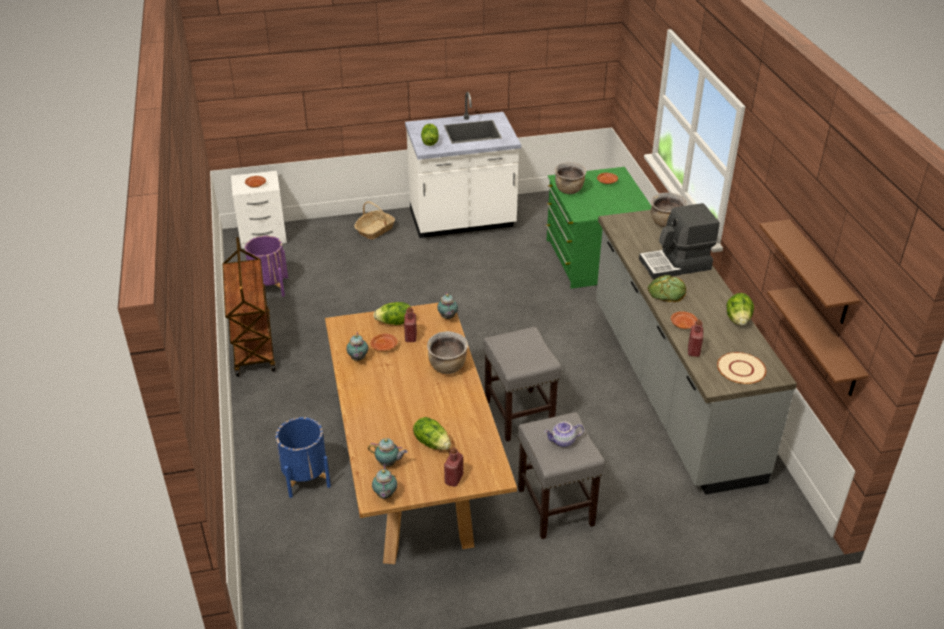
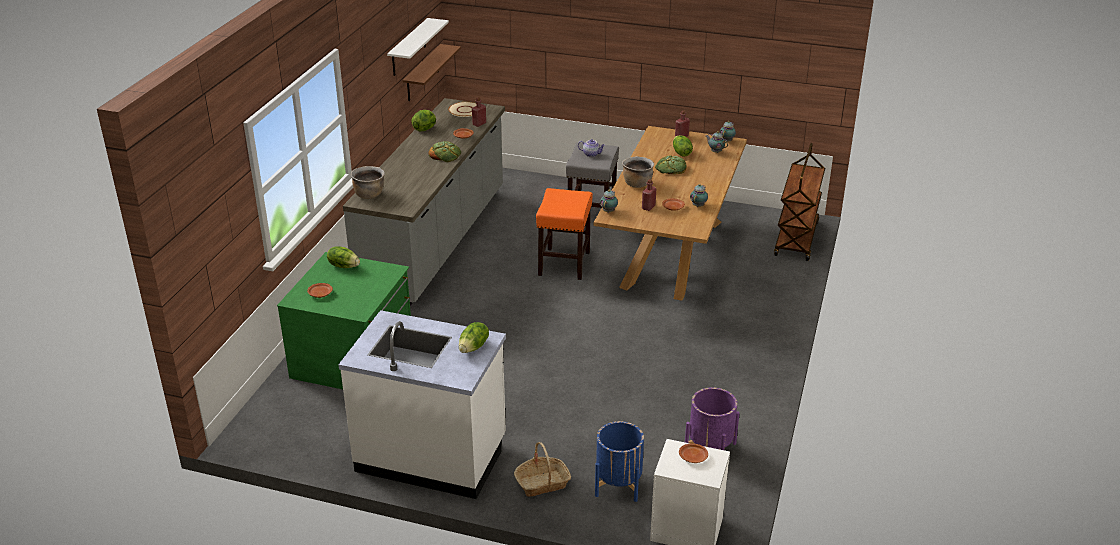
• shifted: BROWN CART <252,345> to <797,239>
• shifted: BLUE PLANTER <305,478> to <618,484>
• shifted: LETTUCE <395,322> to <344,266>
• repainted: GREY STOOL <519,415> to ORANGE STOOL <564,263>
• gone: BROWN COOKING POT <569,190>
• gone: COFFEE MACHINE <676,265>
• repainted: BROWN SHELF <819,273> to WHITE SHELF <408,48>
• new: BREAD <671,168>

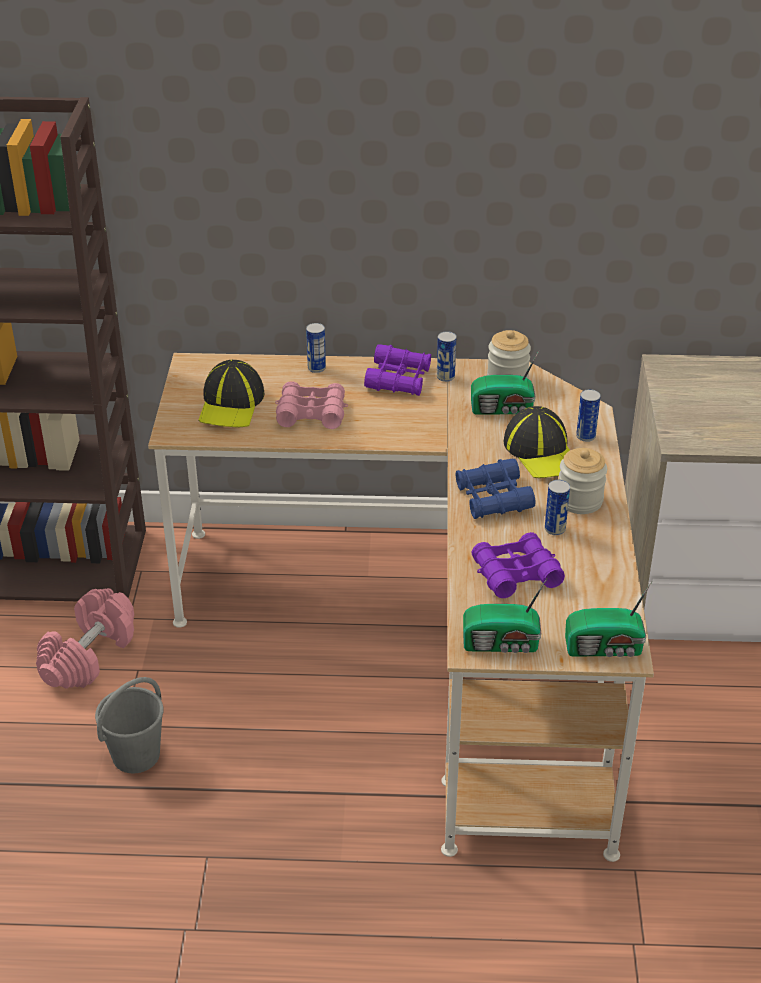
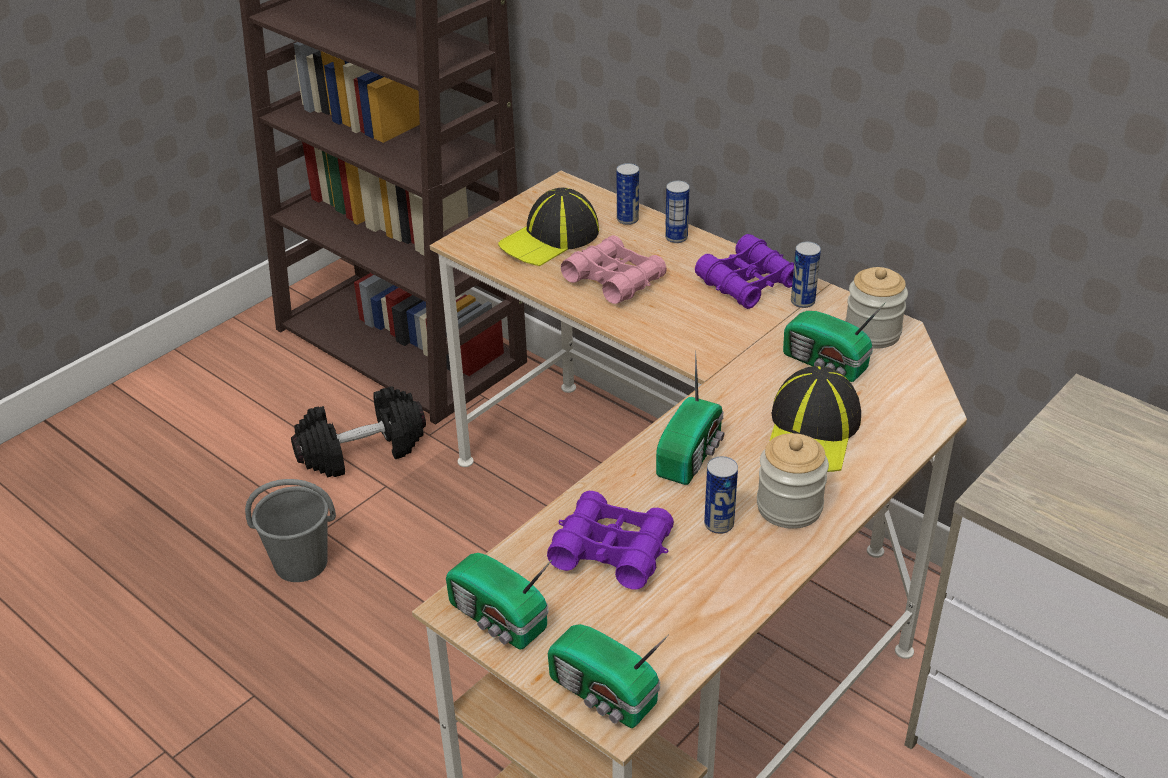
• repainted: PINK DUMBBELL <89,656> to BLACK DUMBBELL <362,451>
• swapped: BLUE BINOCULARS <493,498> to RADIO <692,454>
• shifted: CAN <585,436> to <627,219>

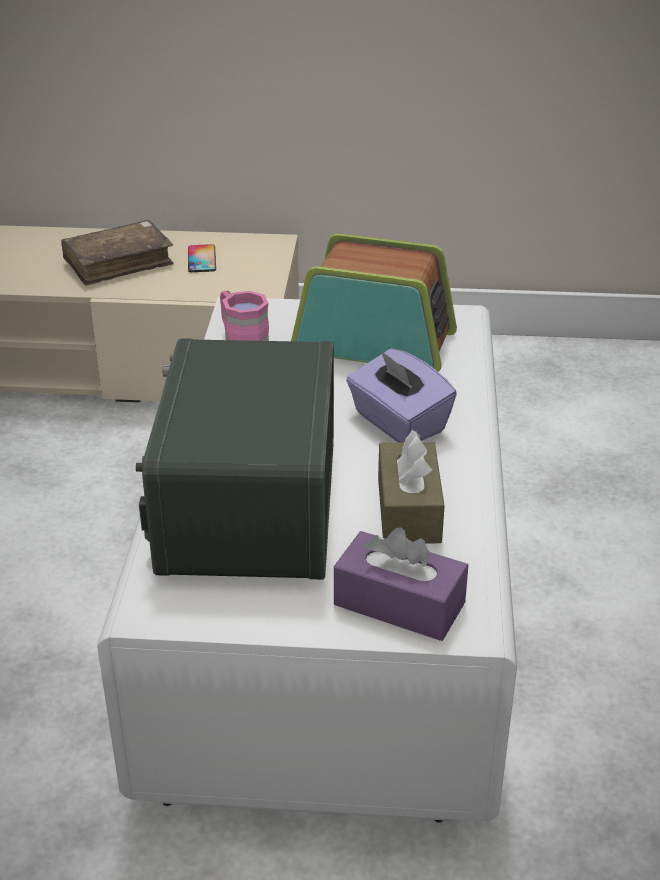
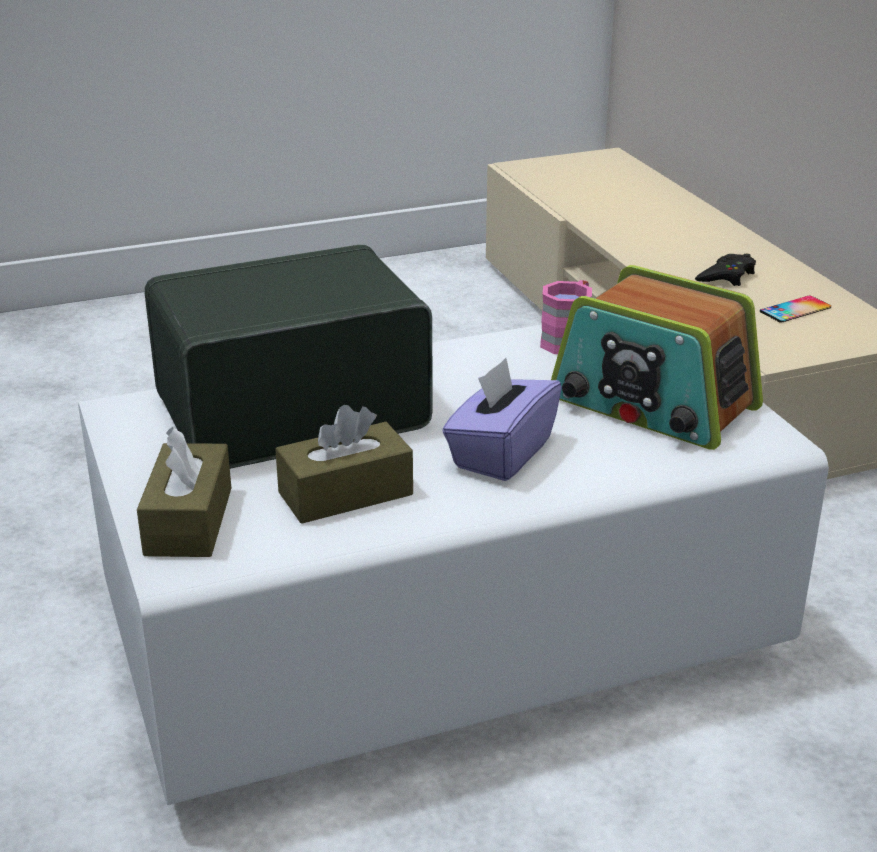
• swapped: BROWN BOOK <118,263> to BLACK GAME CONTROLLER <726,276>
• rotated: RADIO <374,341> = <653,404> 135 degrees clockwise
• repainted: PURPLE TISSUE BOX <399,604> to BROWN TISSUE BOX <189,521>

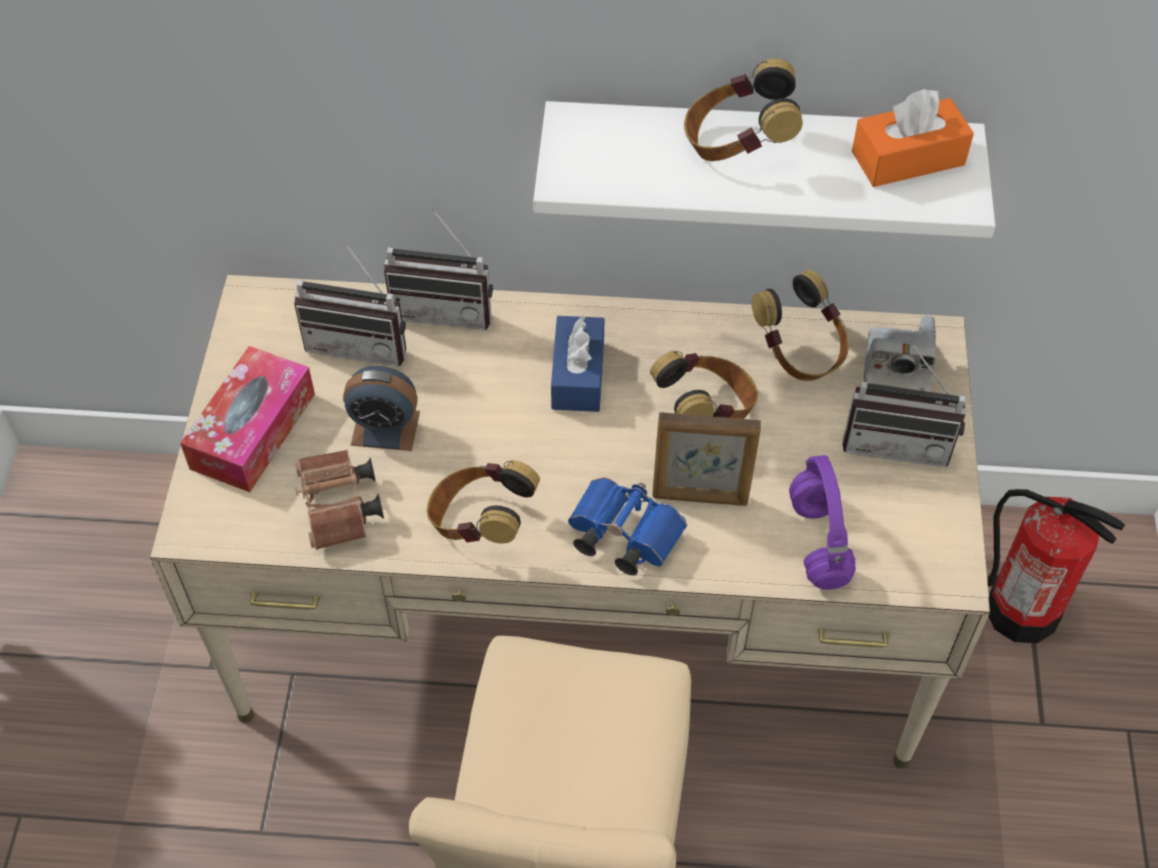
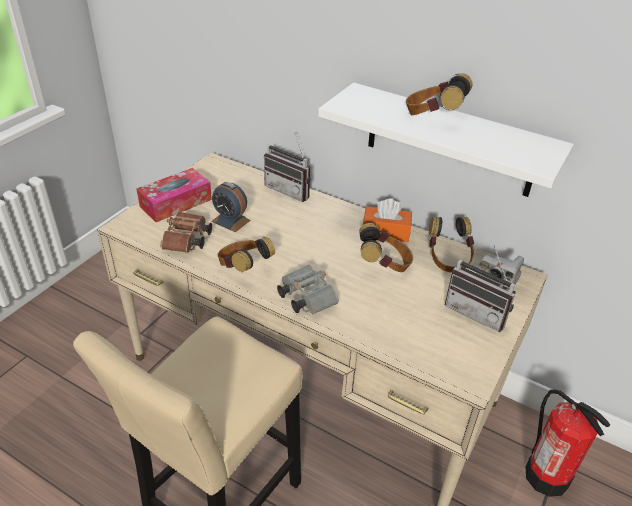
• gone: RADIO <361,342>
• gone: BLUE TISSUE BOX <578,375>
• repainted: BLUE BINOCULARS <621,535> to GREY BINOCULARS <305,297>
• gone: PICTURE FRAME <700,497>
• gone: PURPLE HEADPHONES <820,544>
• shifted: ORANGE TISSUE BOX <908,158> to <386,232>

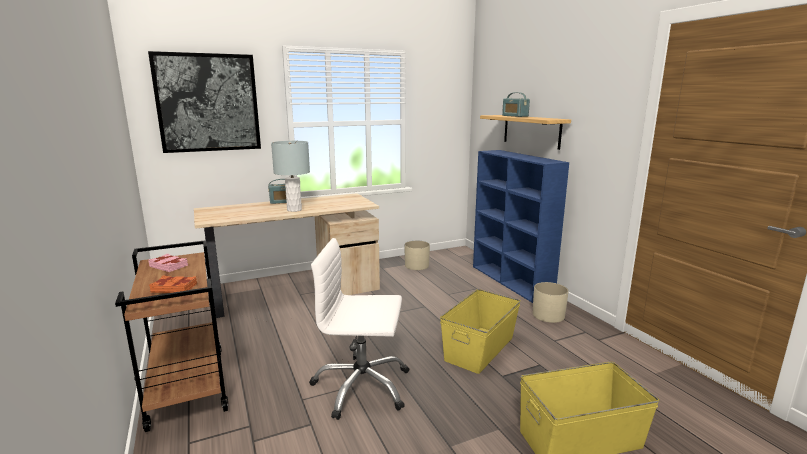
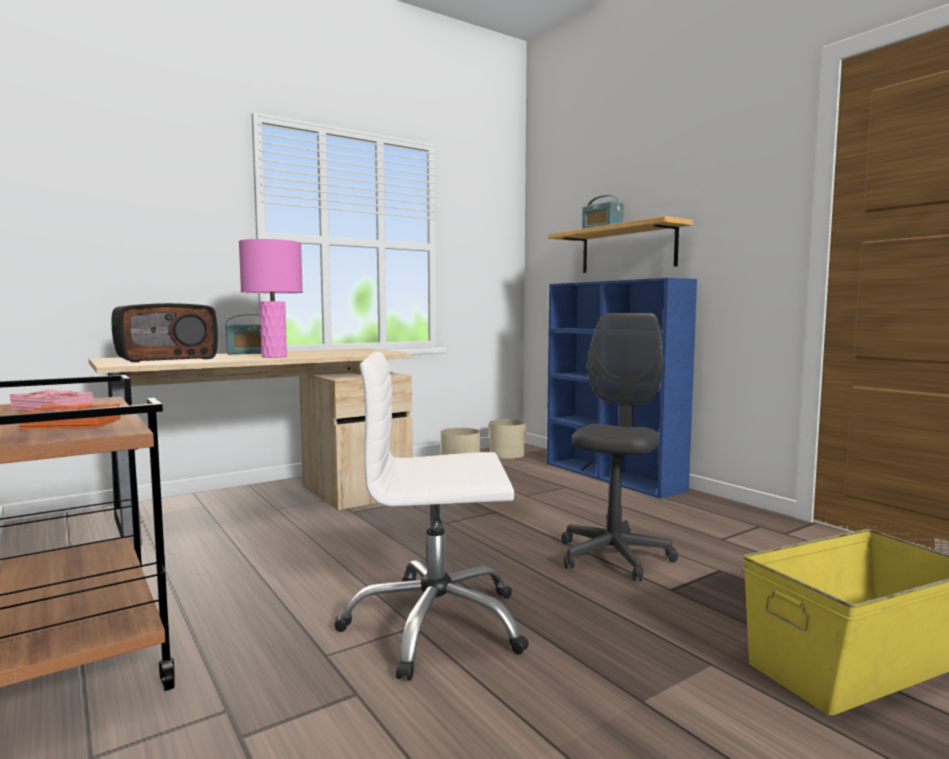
• gone: PICTURE <208,103>
• repainted: GREY TABLE LAMP <294,210> to PINK TABLE LAMP <274,356>
• swapped: YELLOW STORAGE BOX <480,348> to GREY OFFICE CHAIR <613,557>
• shifted: BEIGE PLANTER <548,315> to <507,454>
• new: RADIO <167,358>

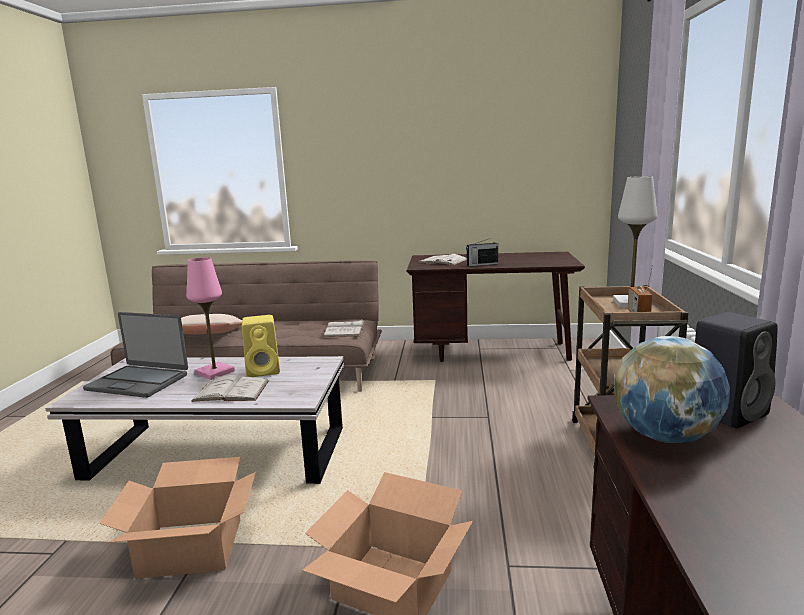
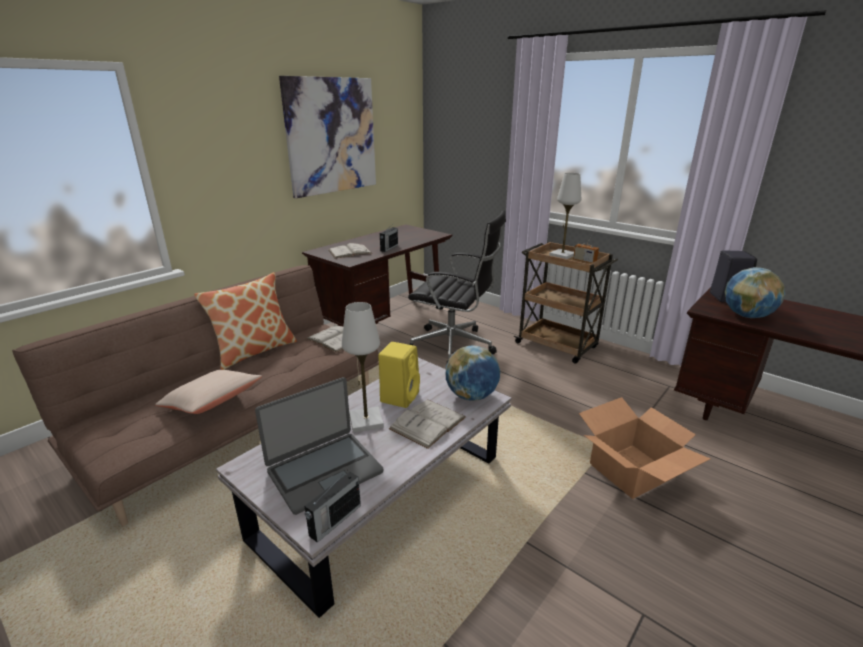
• gone: CARDBOARD BOX <191,547>
• repainted: PINK TABLE LAMP <214,372> to WHITE TABLE LAMP <366,421>
• new: PILLOW <254,351>
• new: PICTURE <331,136>
• new: RADIO <334,521>
• new: BLACK OFFICE CHAIR <454,346>
• new: GLOBE <471,396>

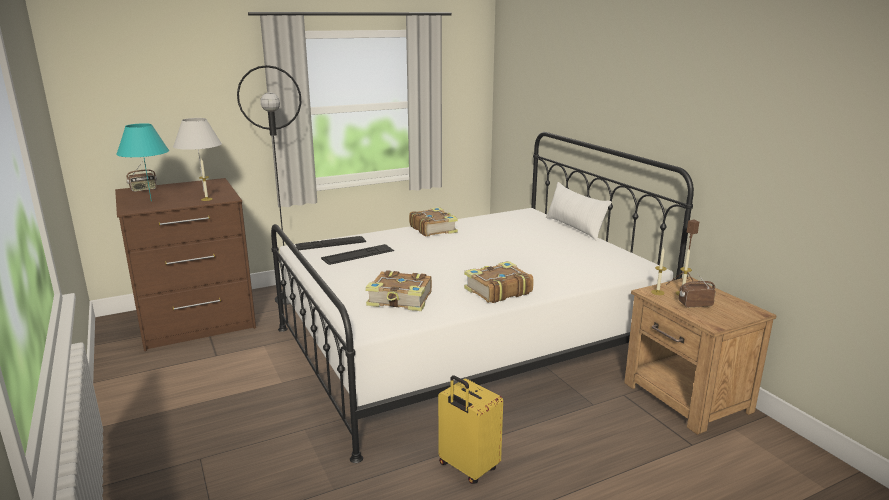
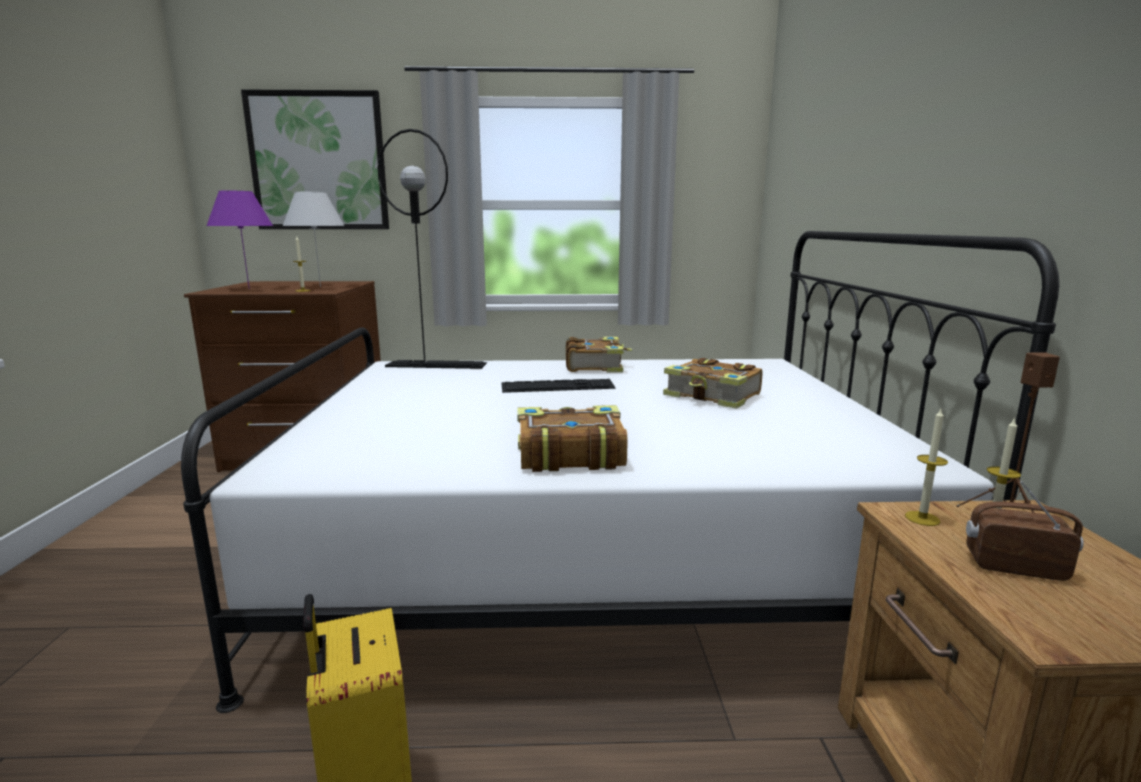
• repainted: TURQUOISE TABLE LAMP <151,201> to PURPLE TABLE LAMP <248,288>
• gone: RADIO <143,190>
• shifted: KEYBOARD <358,254> to <557,386>
• shifted: BOOK <400,300> to <713,396>
• gone: WHITE PILLOW <574,228>
• new: PICTURE <318,162>

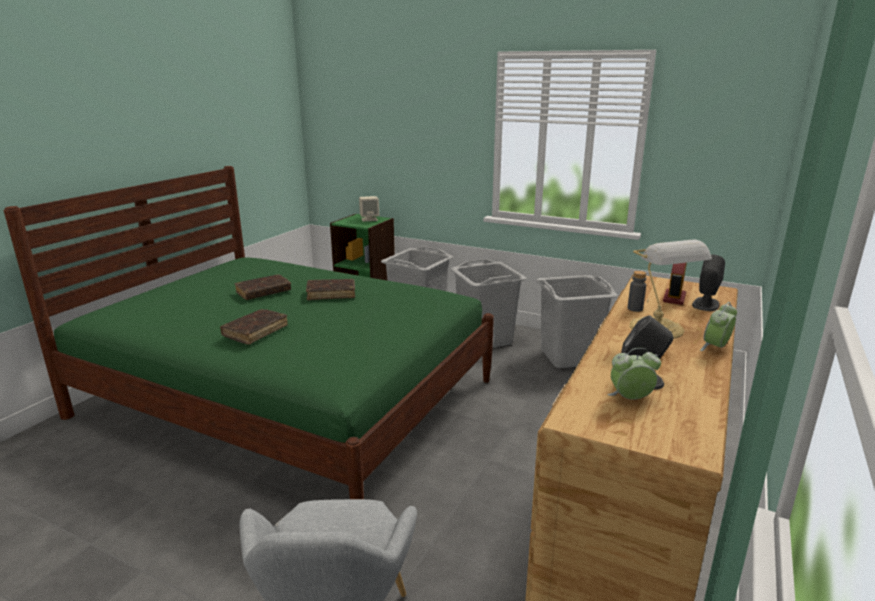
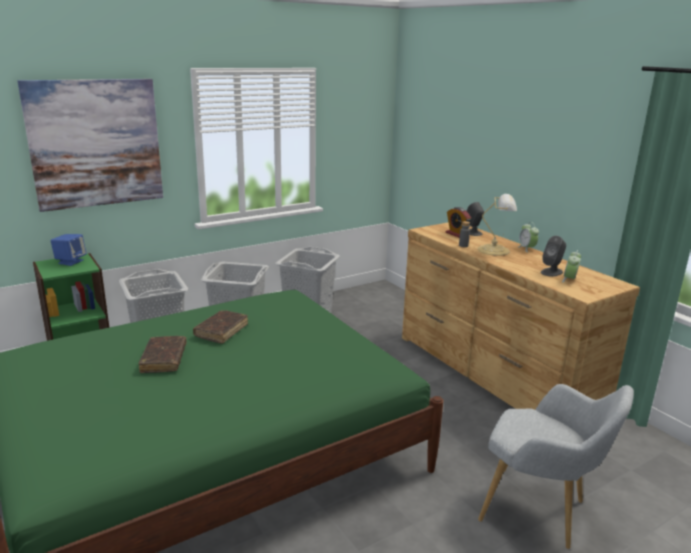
• gone: BROWN BOOK <255,332>
• repainted: BEIGE SPEAKER <369,219> to BLUE SPEAKER <70,261>
• new: PICTURE <96,143>

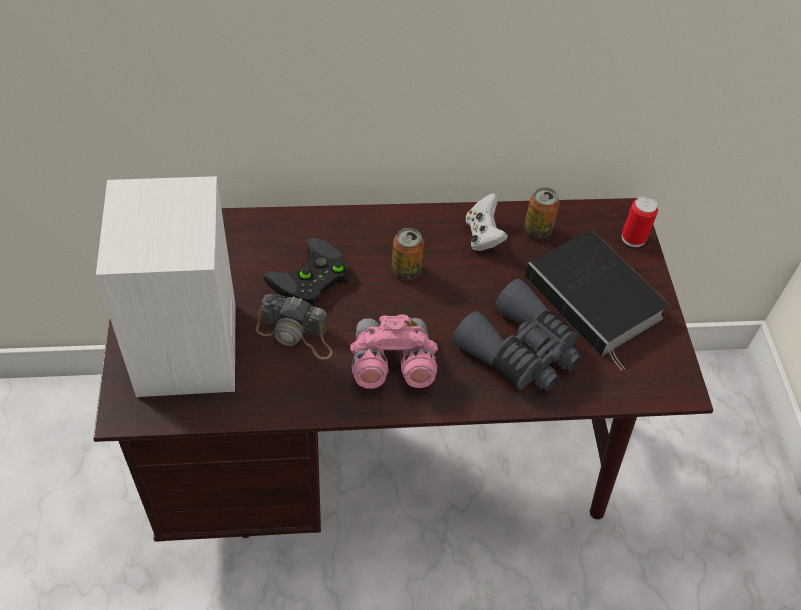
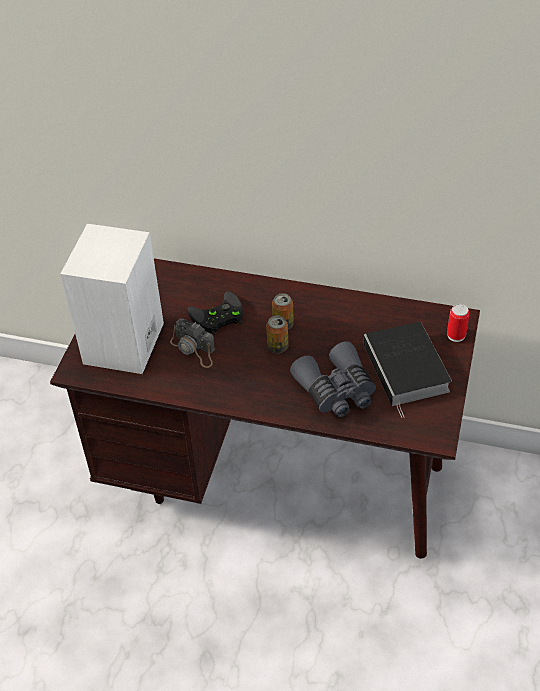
• gone: PINK BINOCULARS <391,365>
• gone: WHITE GAME CONTROLLER <483,235>
• shifted: CAN <537,230> to <277,347>

